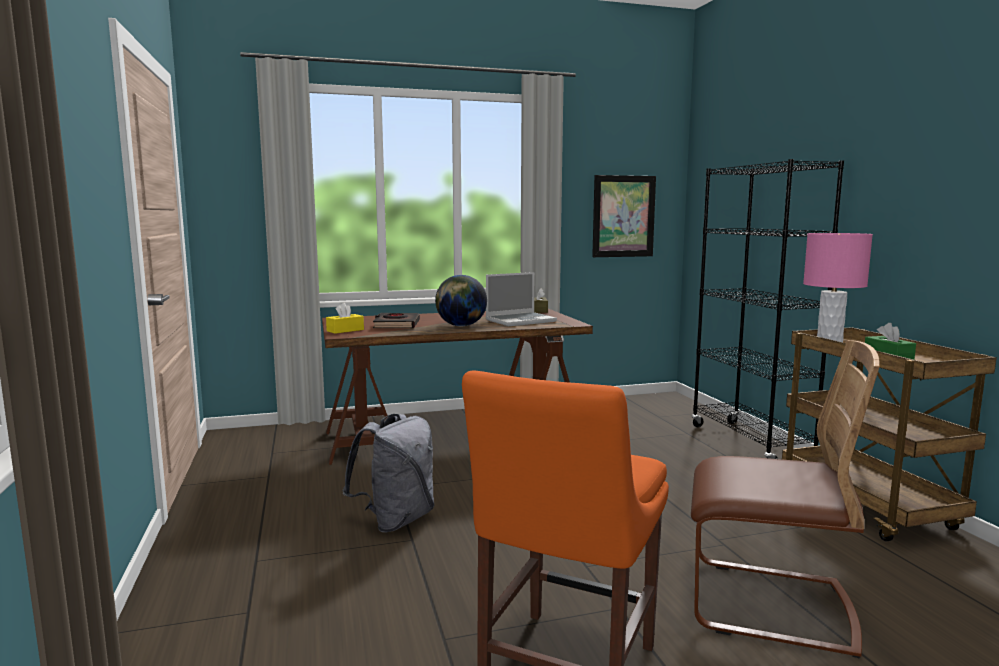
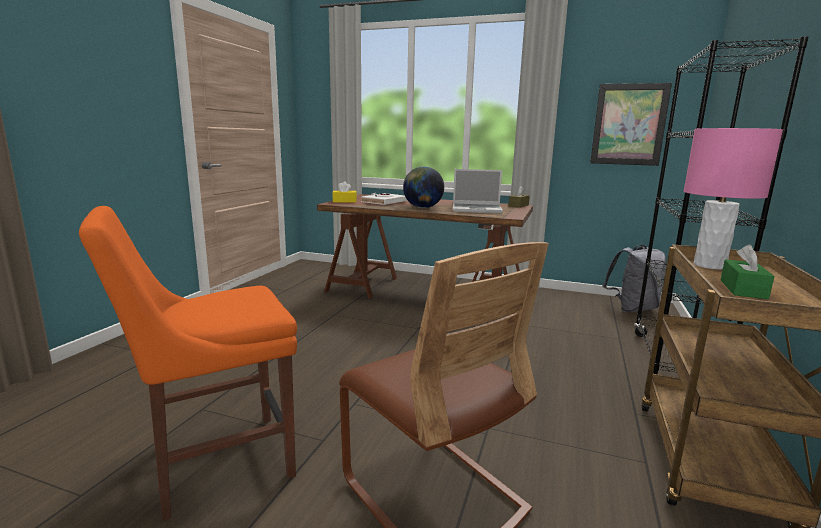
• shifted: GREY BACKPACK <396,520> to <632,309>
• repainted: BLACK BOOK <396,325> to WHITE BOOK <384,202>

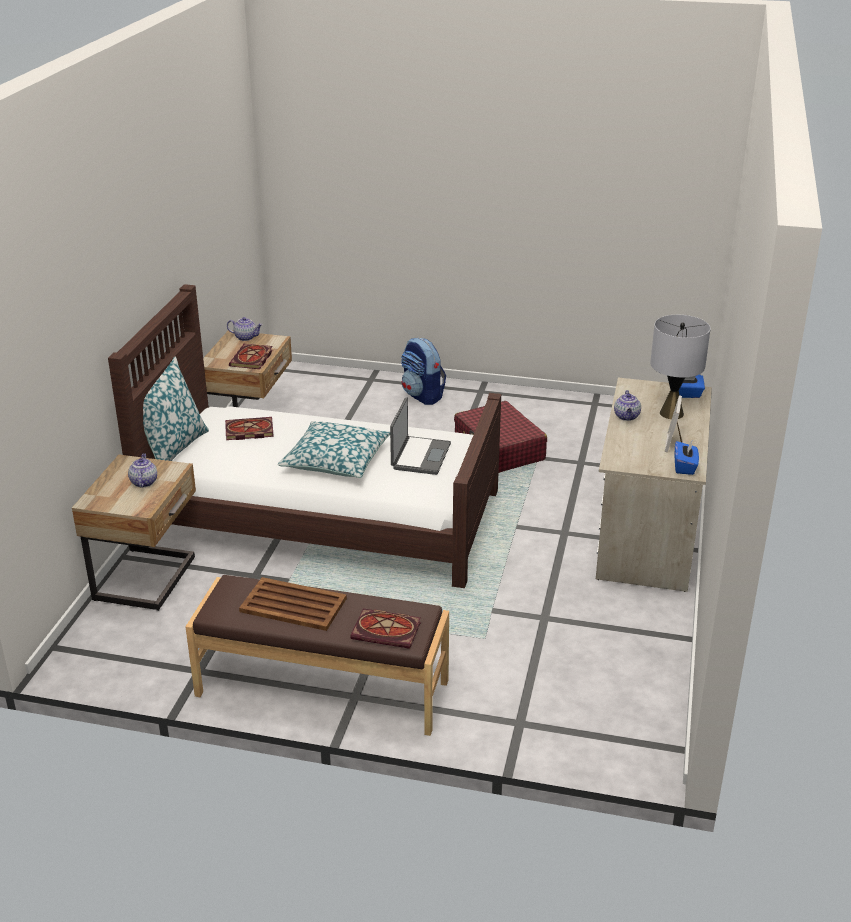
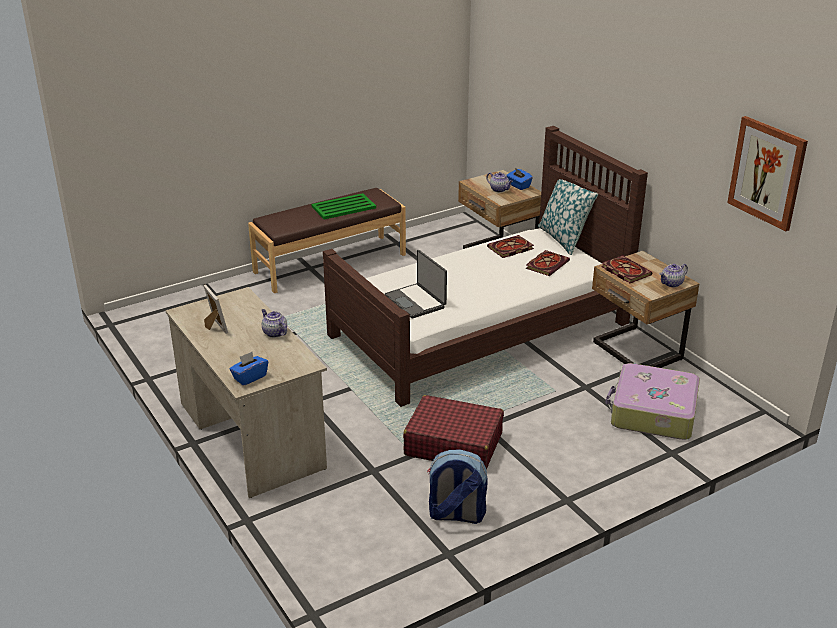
• repainted: BROWN TRAY <294,605> to GREEN TRAY <343,207>
• gone: PILLOW <335,460>
• shifted: BOOK <388,630> to <510,249>
• shifted: BACKPACK <422,396> to <455,515>
• gone: GREY TABLE LAMP <671,413>
• shifted: BLUE TISSUE BOX <685,467> to <518,186>
• new: SUITCASE <652,413>
• new: PICTURE <767,172>

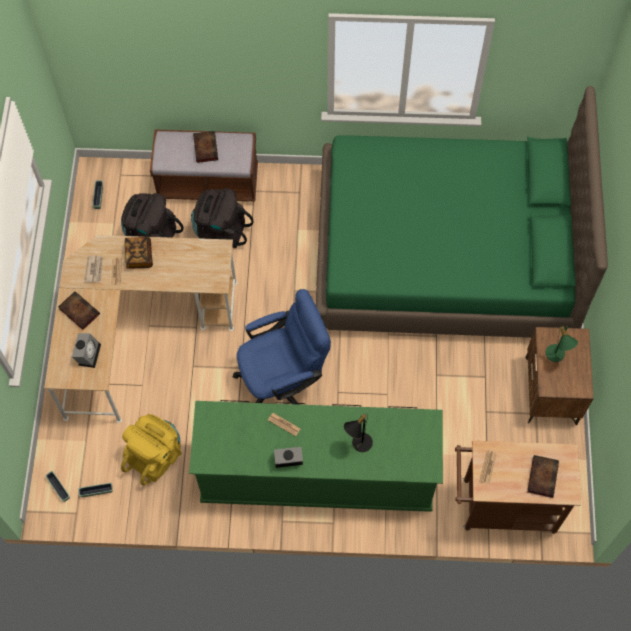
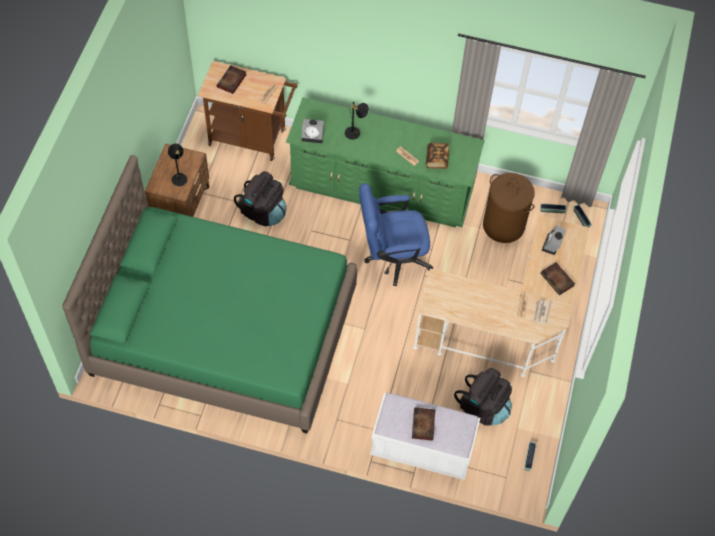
• swapped: YELLOW BACKPACK <155,456> to BROWN LAUNDRY BASKET <504,225>
• shifted: BOOK <139,256> to <437,159>
• repainted: BROWN BENCH <208,183> to WHITE BENCH <422,449>
• shifted: BLACK BACKPACK <221,231> to <263,212>
• shifted: ALARM CLOCK <287,459> to <313,135>
• repainted: GREEN TABLE LAMP <556,356> to BLACK TABLE LAMP <179,177>

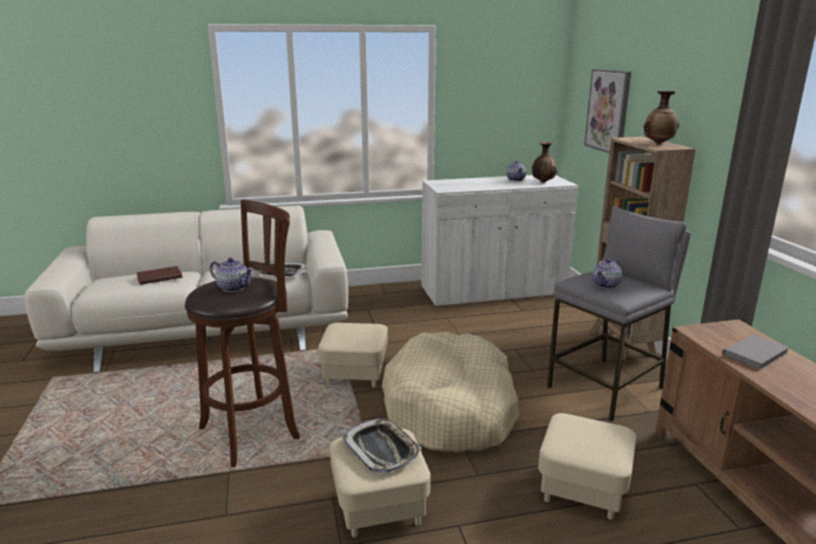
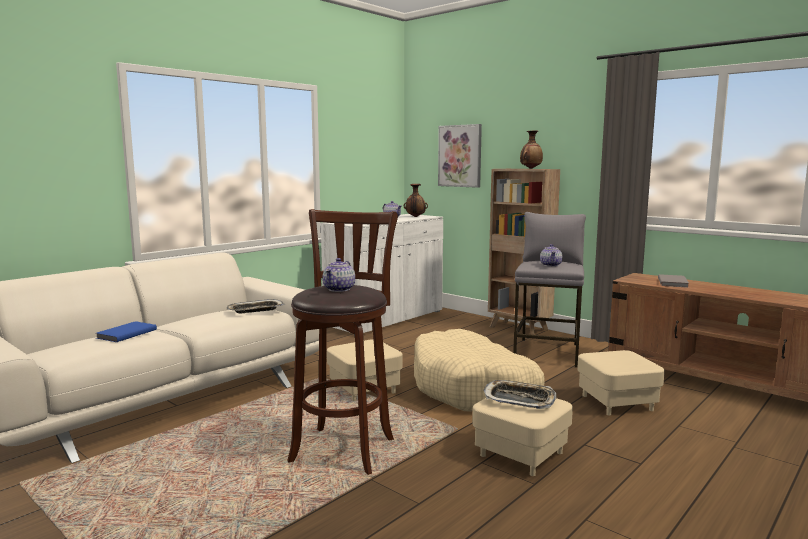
• repainted: BROWN BOOK <158,277> to BLUE BOOK <125,334>
• rotated: TEAPOT <233,287> = <339,289> 120 degrees clockwise

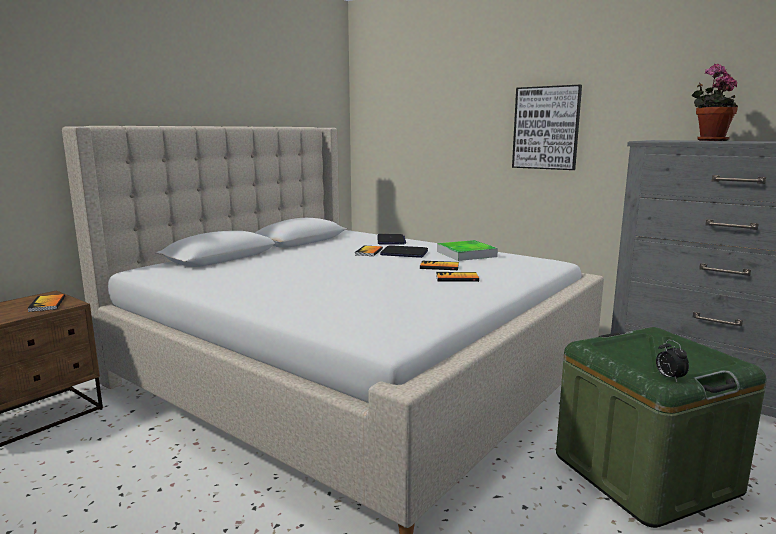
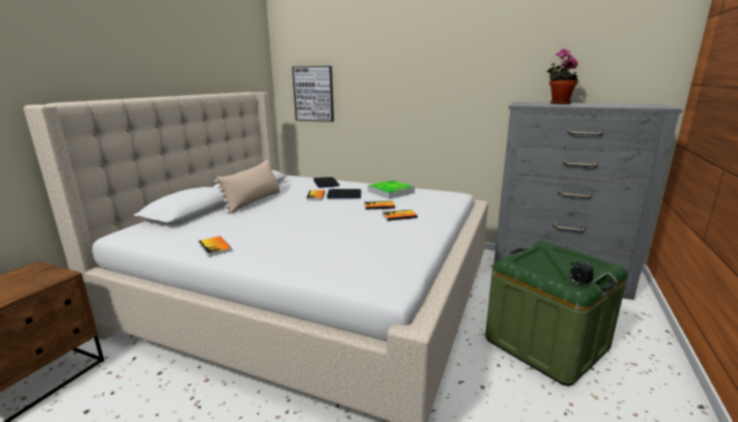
• shifted: BOOK <47,304> to <215,247>
• shifted: PICTURE <546,128> to <314,94>
• new: BEIGE PILLOW <253,201>

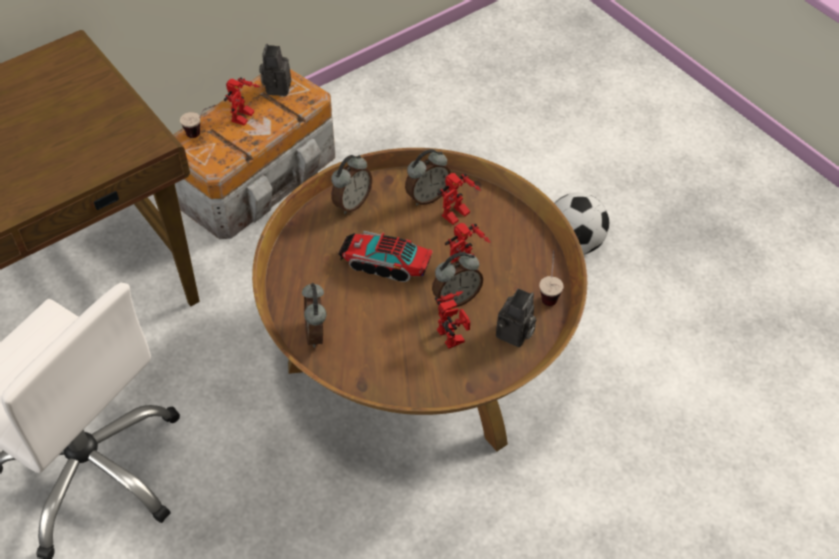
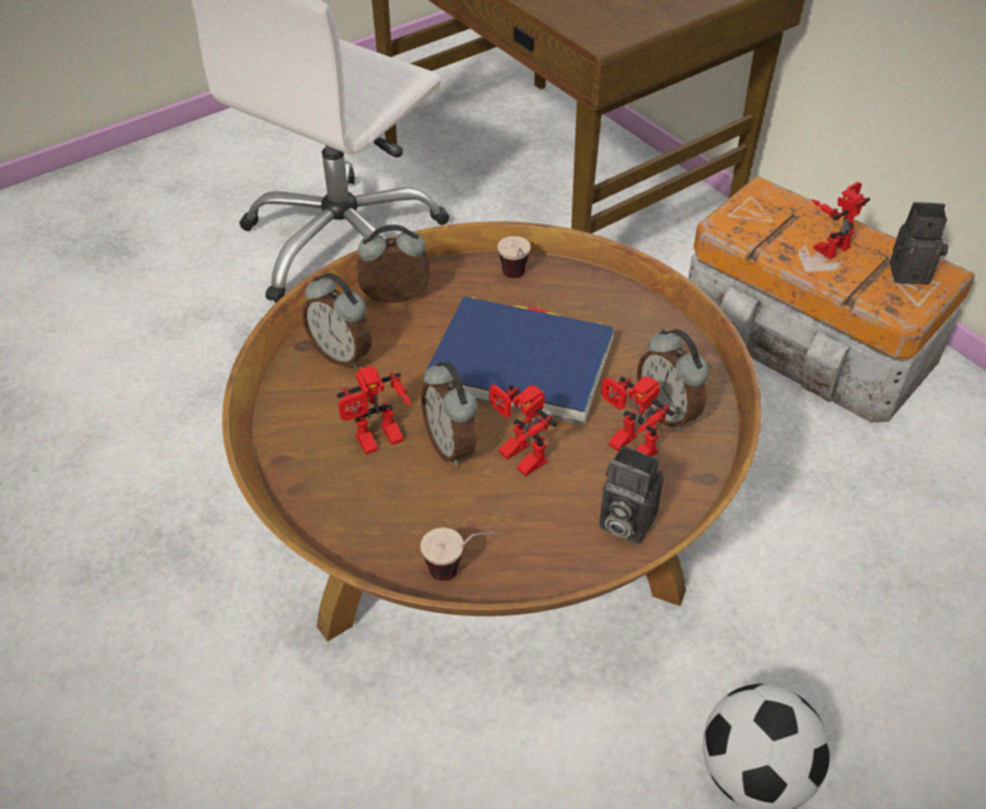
• shifted: CUP <201,132> to <516,280>
• rotated: TOY ROBOT <244,118> = <830,244> 120 degrees clockwise
• shifted: ALARM CLOCK <351,203> to <342,354>
• swapped: TOY TRUCK <385,264> to BLUE BOOK <521,365>
• shifted: PHOTO CAMERA <515,335> to <623,522>

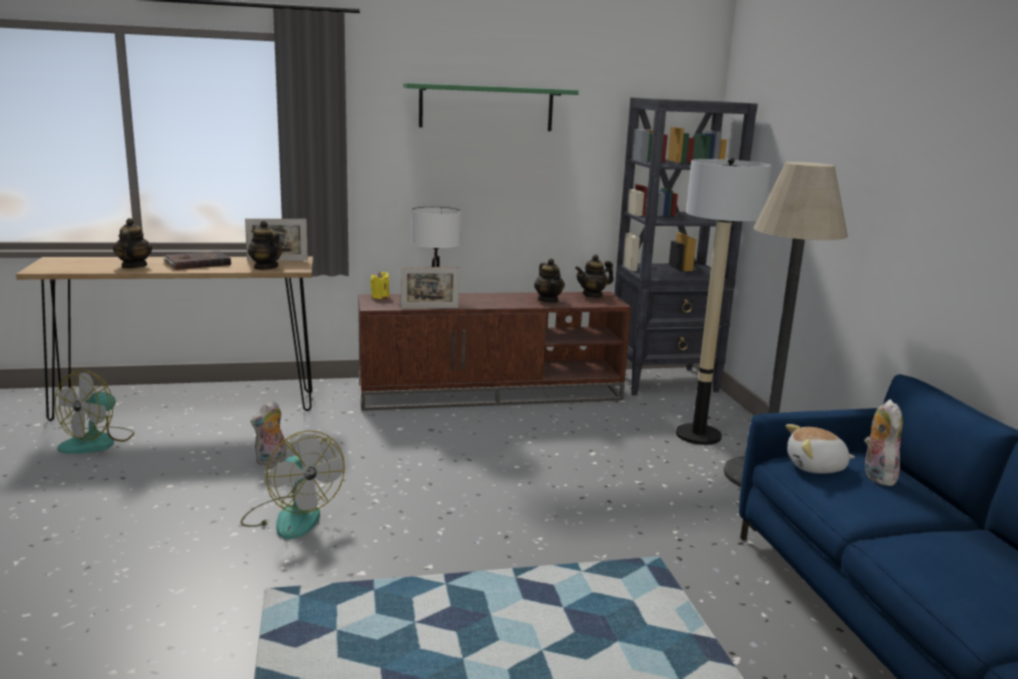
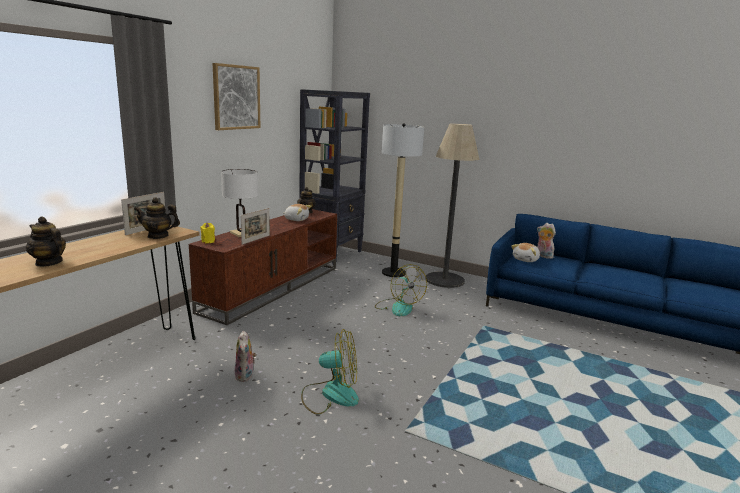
• shifted: FAN <98,442> to <398,307>
• gone: BROWN BOOK <197,263>
• swapped: GREEN SHELF <486,107> to PICTURE <236,97>
• swapped: TEAPOT <548,300> to PLUSH TOY <296,219>

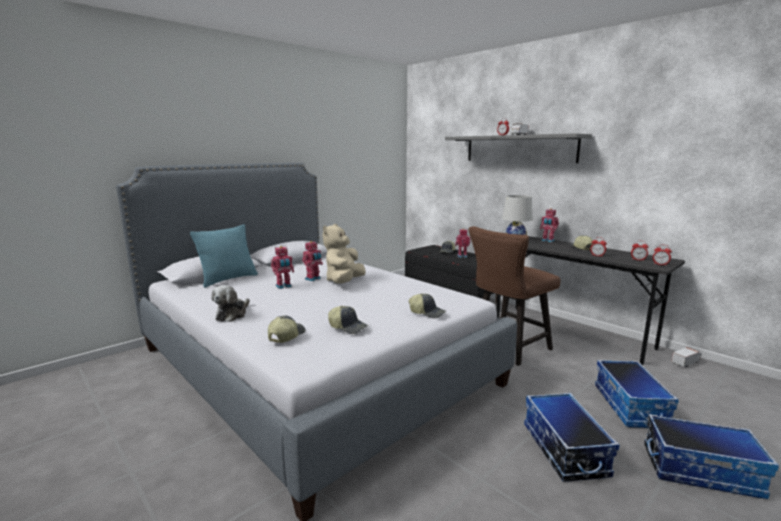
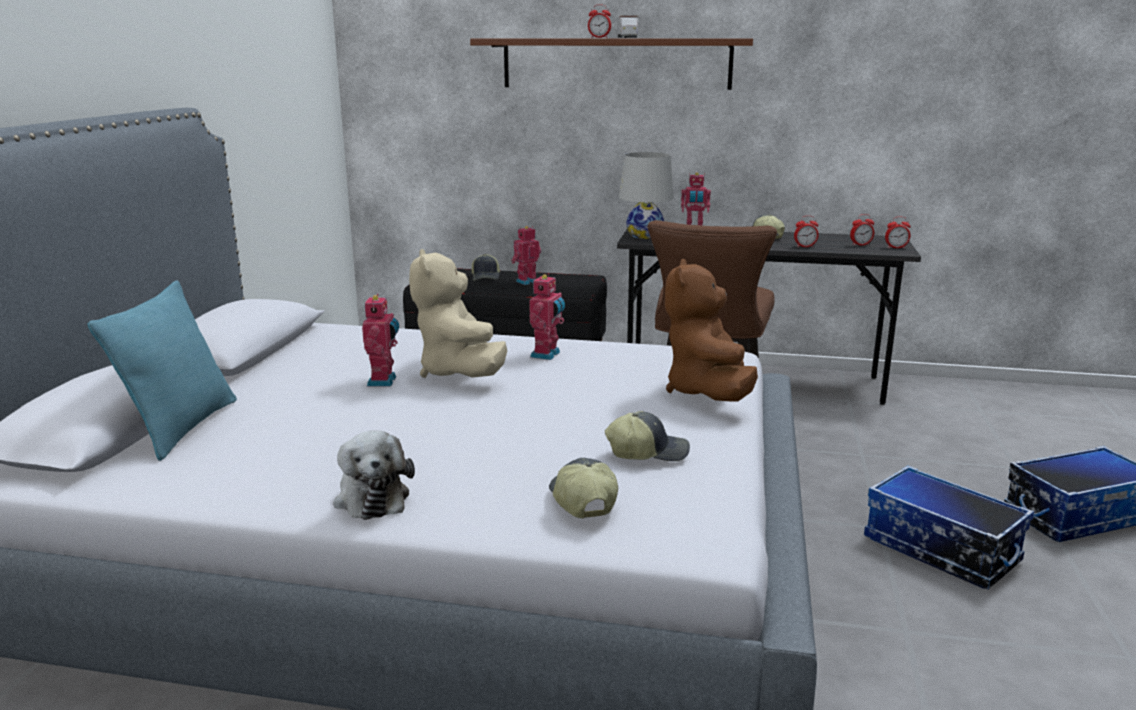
• shifted: TOY ROBOT <284,286> to <547,355>
• swapped: CAP <427,313> to BROWN PLUSH TOY <708,393>
• repainted: GREY SHELF <519,149> to BROWN SHELF <616,63>
• gone: STORAGE BOX <631,407>
• gone: TOY TRUCK <686,362>

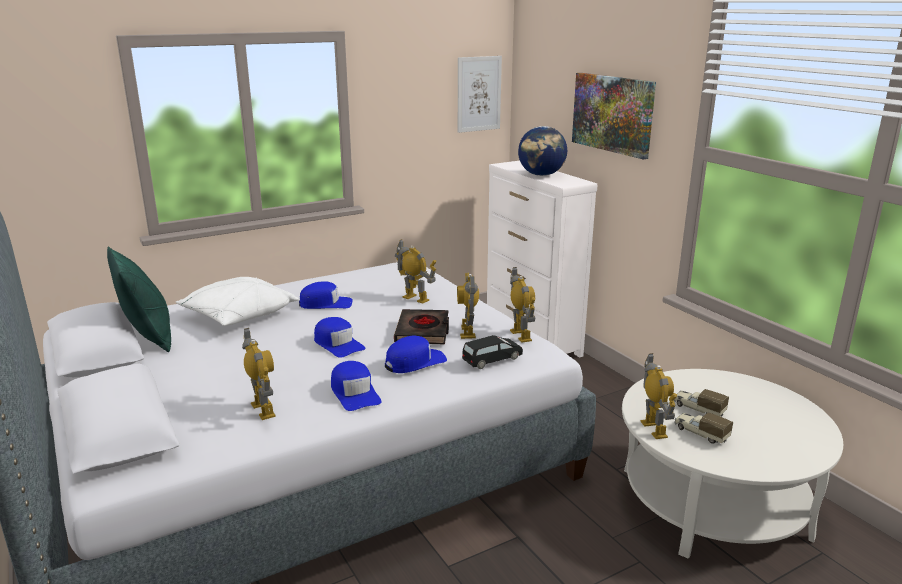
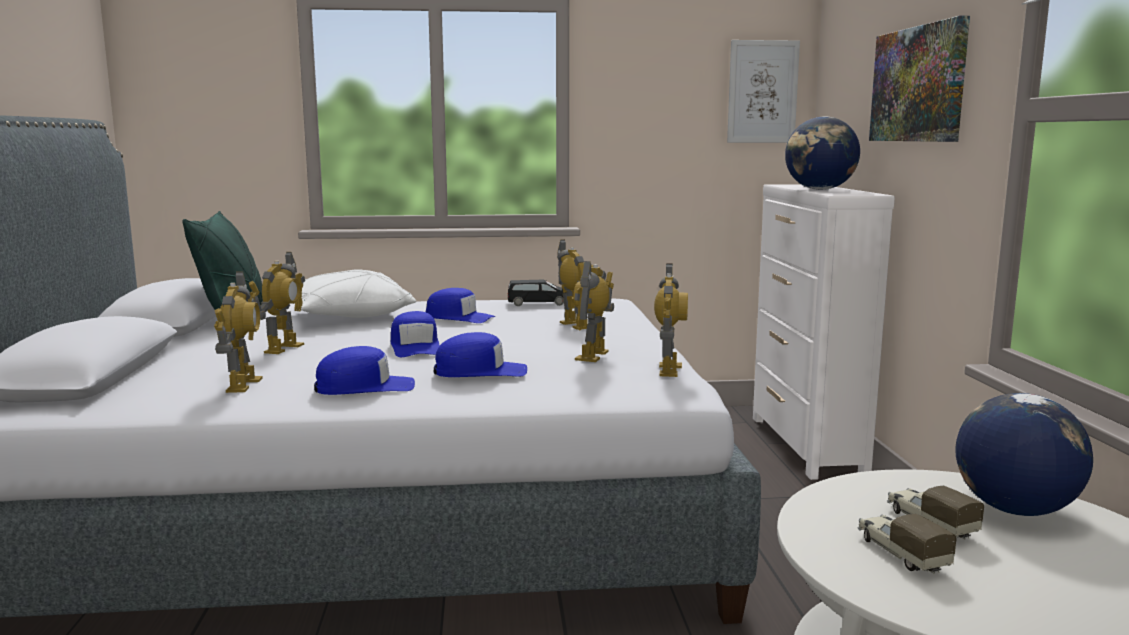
• rotated: BLUE CAP <354,393> = <365,387> 105 degrees counterclockwise
• gone: BLACK BOOK <423,331>
• shifted: BLACK TOY CAR <492,360> to <538,303>
• shifted: TOY ROBOT <654,429> to <283,348>
• new: GLOBE <1014,509>

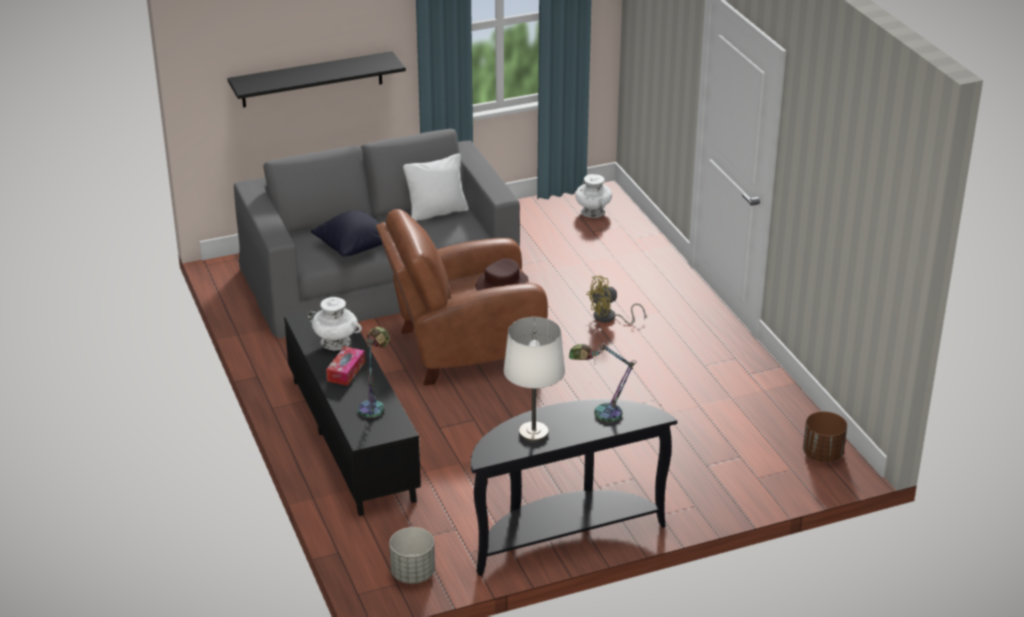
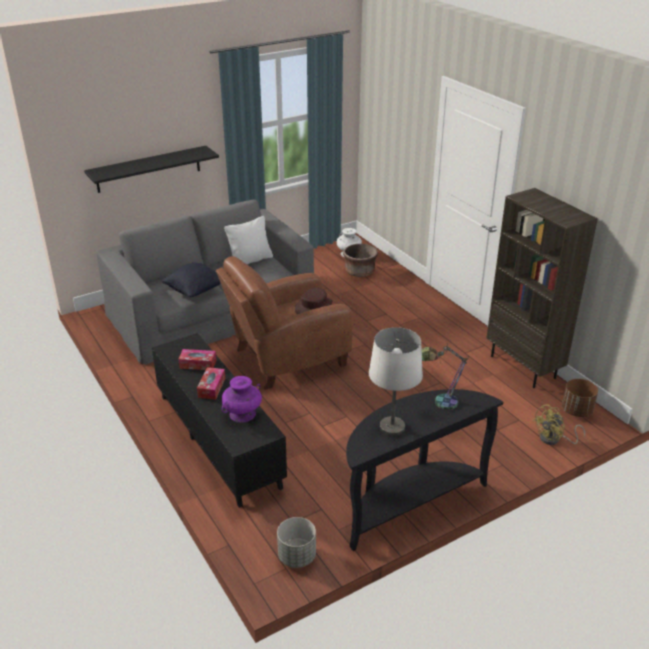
• swapped: WHITE VASE <336,342> to TISSUE BOX <198,364>
• swapped: TABLE LAMP <375,405> to PURPLE VASE <242,414>
• shifted: YELLOW FAN <609,318> to <554,439>
• new: BROWN PLANTER <359,271>
• new: BROWN BOOKCASE <524,367>

